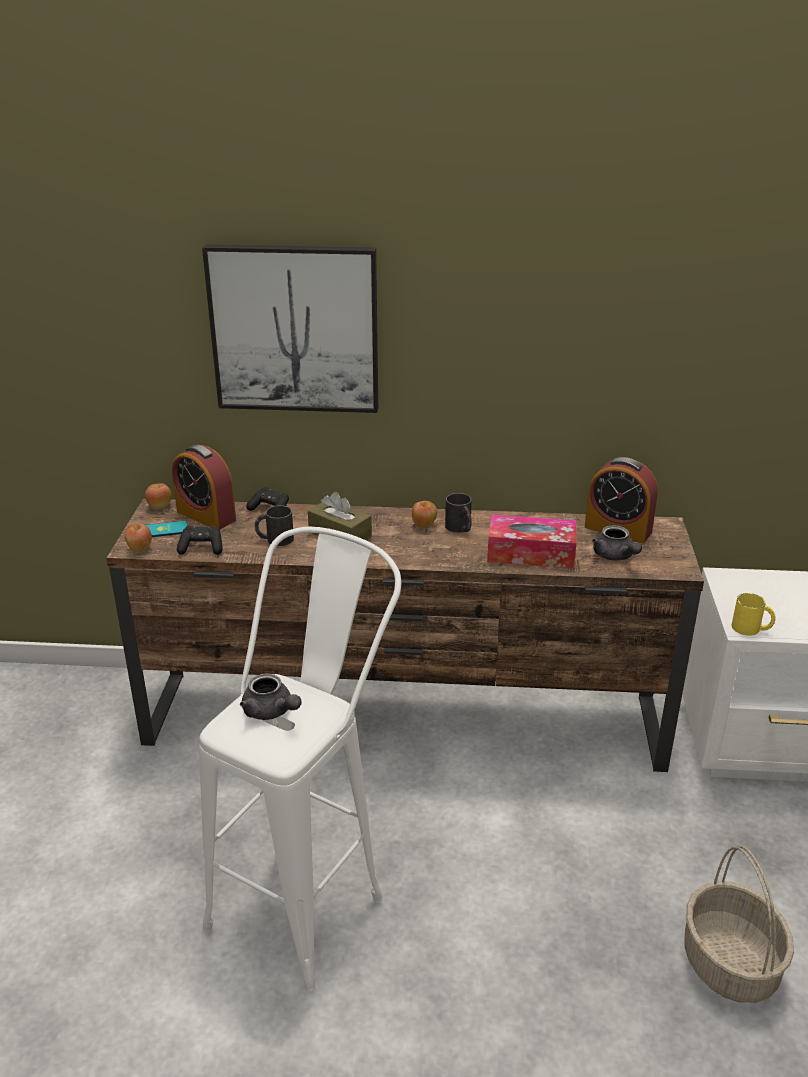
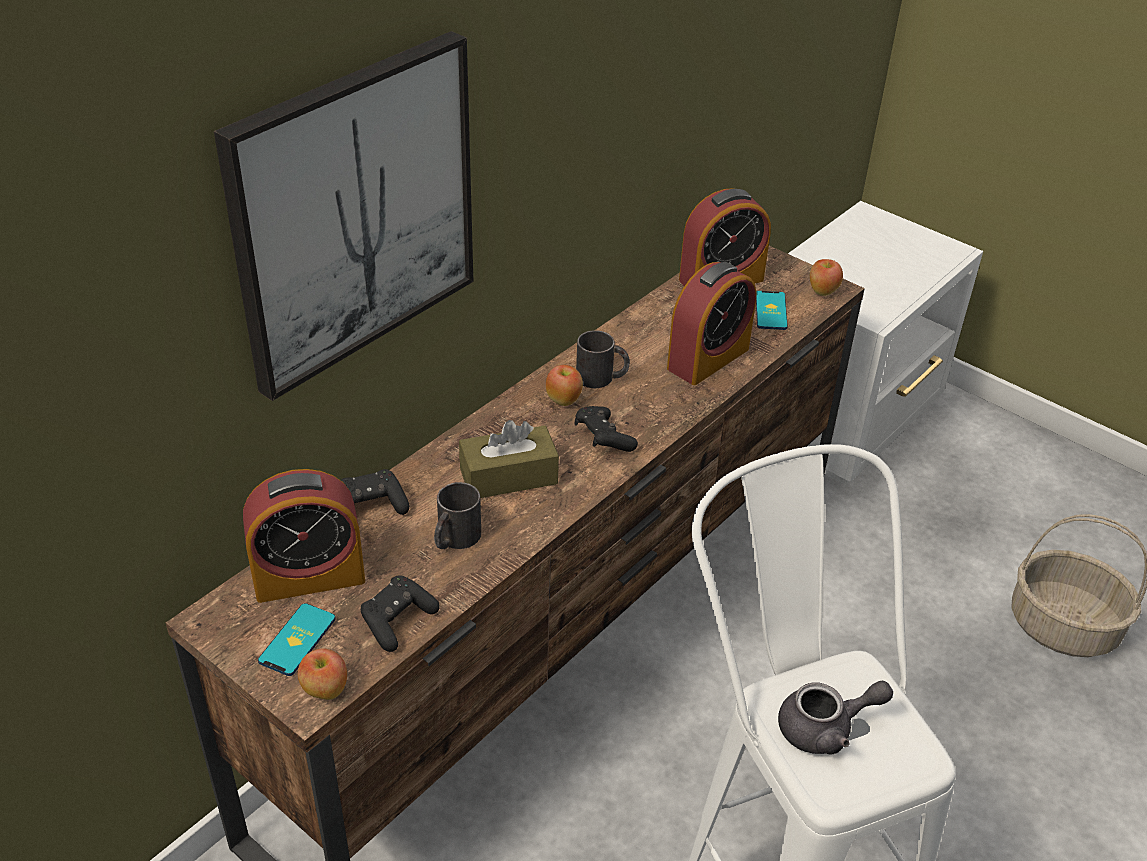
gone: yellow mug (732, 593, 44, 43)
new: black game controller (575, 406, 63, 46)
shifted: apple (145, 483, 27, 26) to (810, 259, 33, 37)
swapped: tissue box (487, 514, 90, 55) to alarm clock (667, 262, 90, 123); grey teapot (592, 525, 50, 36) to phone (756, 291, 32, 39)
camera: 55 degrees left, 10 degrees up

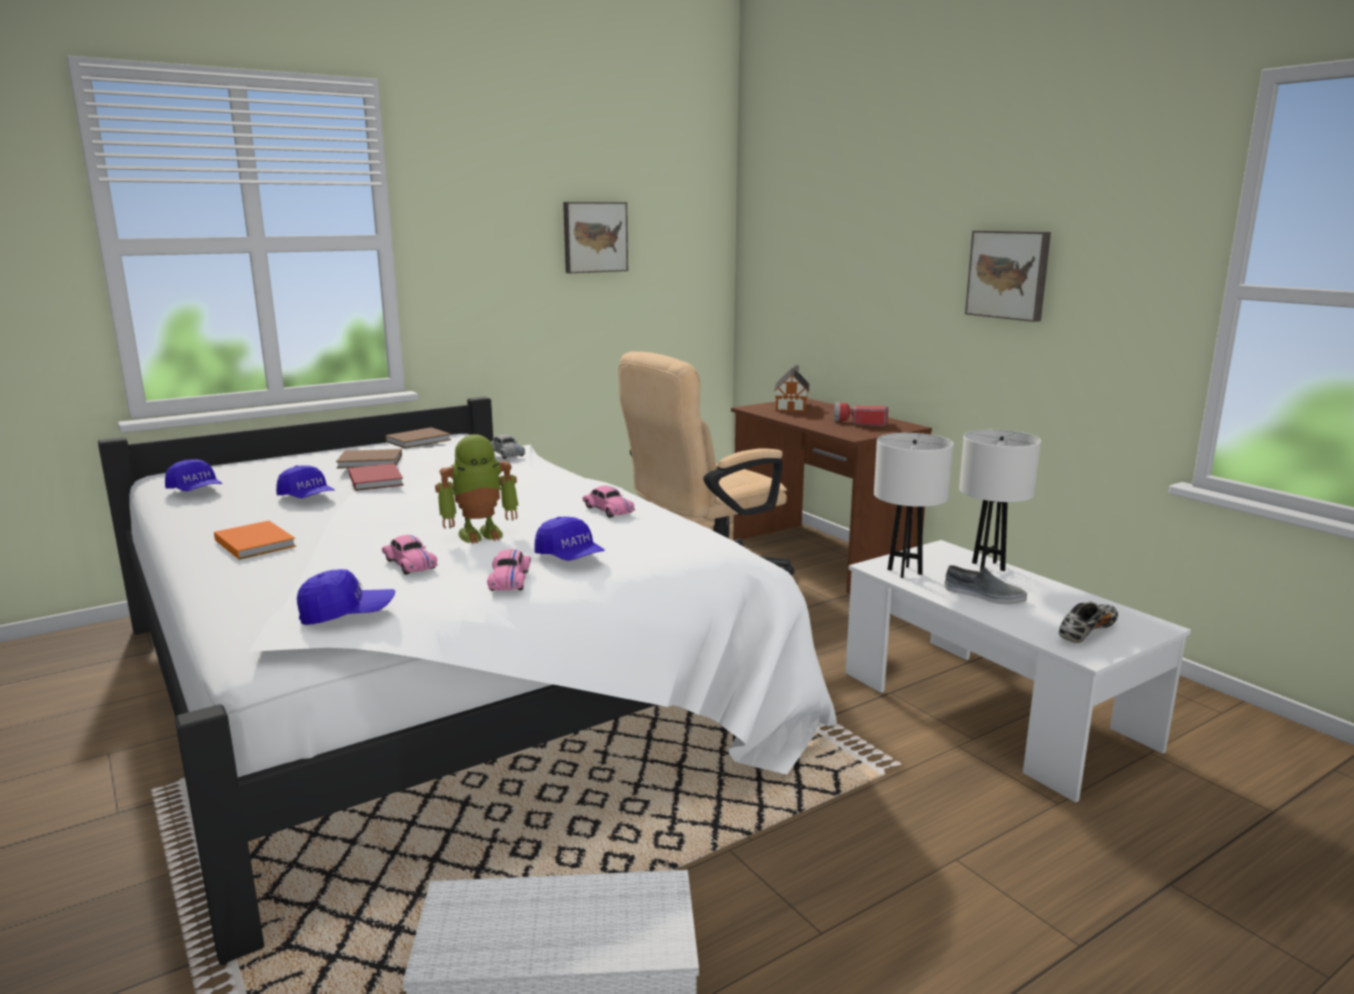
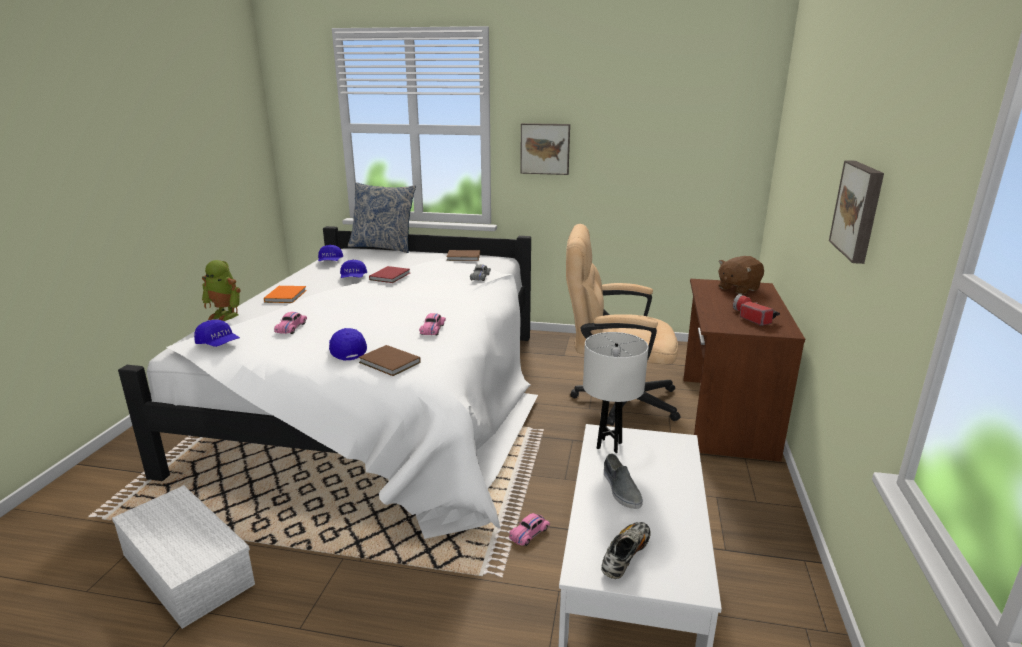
gone: white table lamp (959, 430, 82, 141)
new: pillow (348, 182, 68, 71)
shifted: brown book (336, 449, 66, 20) to (359, 345, 62, 31); toy robot (435, 434, 84, 110) to (202, 260, 39, 61); pink toy car (487, 549, 44, 42) to (508, 513, 42, 33); picture (563, 202, 65, 71) to (520, 123, 50, 52)
swapped: toy house (774, 365, 35, 47) to brown plush toy (718, 256, 46, 38)
rotated: blue cap (534, 517, 71, 44) = (329, 328, 38, 33) 150 degrees clockwise; shoe (1059, 601, 59, 42) = (601, 522, 50, 57) 60 degrees counterclockwise
camera: 45 degrees right, 5 degrees up

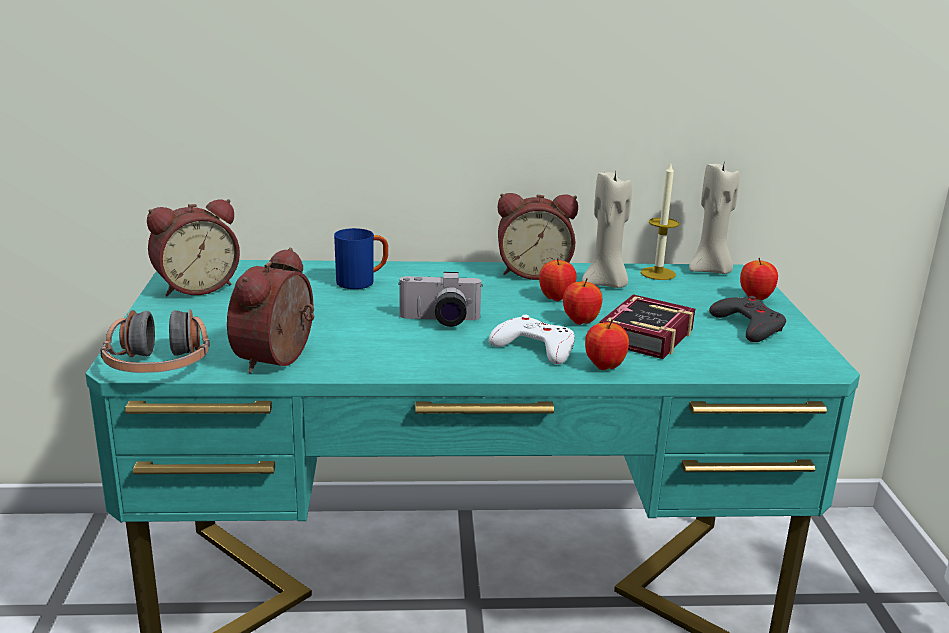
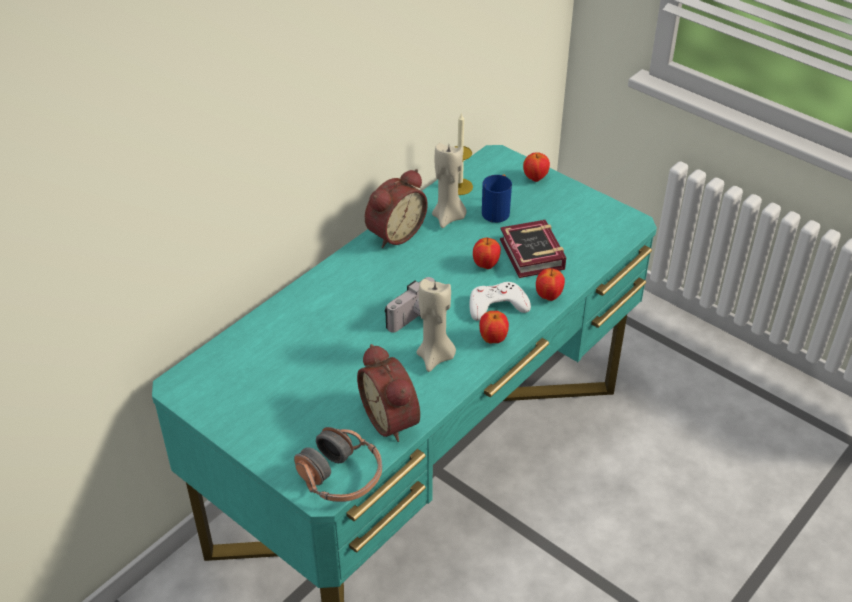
gone: alarm clock (147, 199, 93, 97); grey game controller (709, 296, 77, 46)
shifted: blue mug (334, 228, 54, 61) to (482, 174, 30, 49); apple (539, 258, 38, 43) to (479, 311, 30, 33); beige candle (689, 160, 51, 114) to (416, 279, 40, 93)
camera: 45 degrees left, 20 degrees up

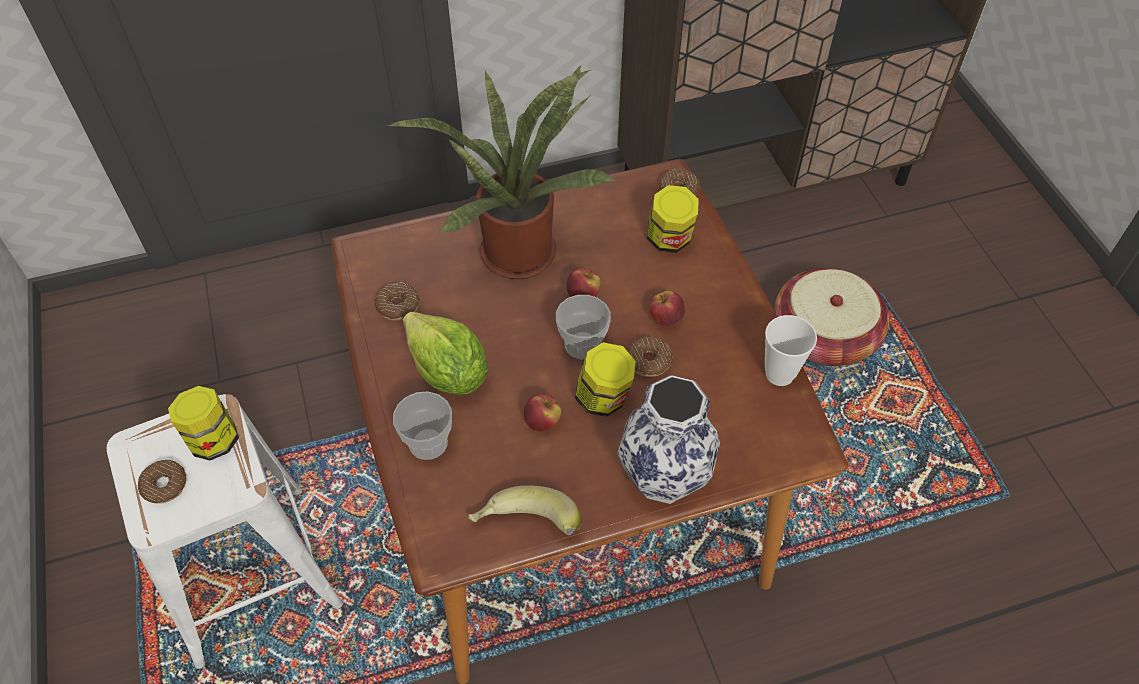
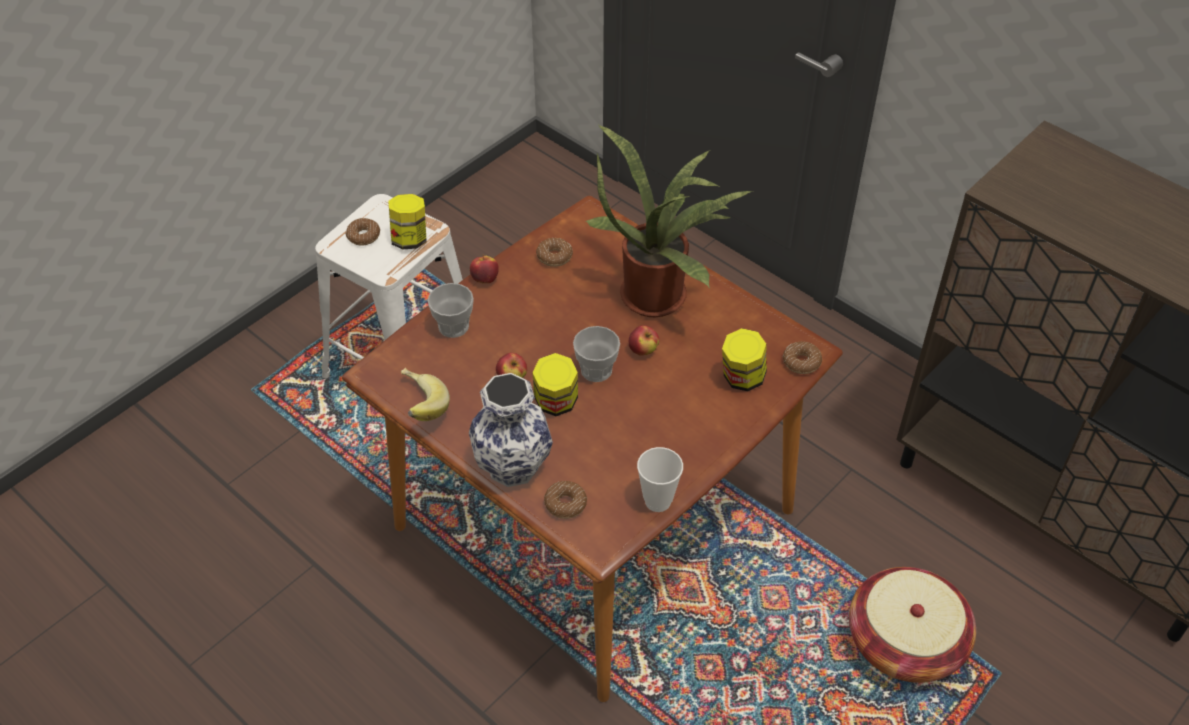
gone: lettuce (403, 312, 85, 83)
shifted: donut (627, 336, 46, 41) to (544, 481, 43, 38); apple (649, 291, 36, 35) to (470, 254, 29, 29)
camera: 60 degrees right, 5 degrees down

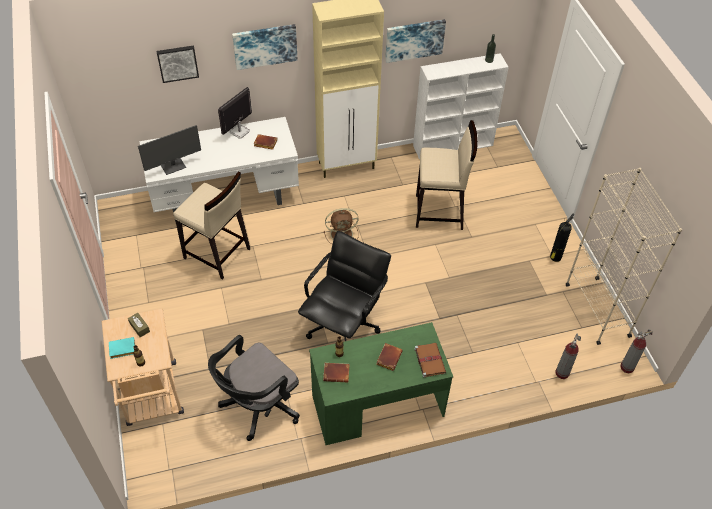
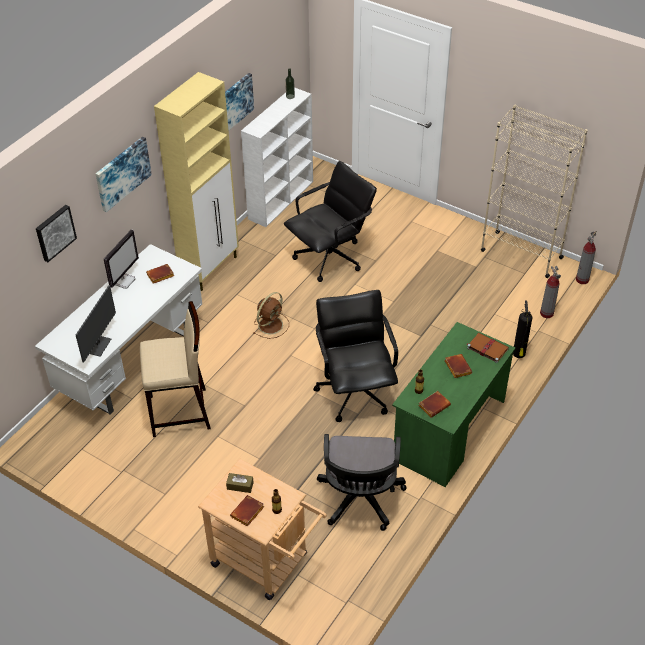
shifted: fire extinguisher (550, 214, 25, 48) to (513, 301, 19, 57)
swapped: beige stool (416, 120, 62, 110) to black office chair (284, 161, 93, 121)
repainted: turquoise book (109, 337, 26, 22) to brown book (230, 495, 34, 32)
rotated: monitor (218, 87, 34, 52) = (104, 229, 35, 60) 150 degrees counterclockwise
camera: 40 degrees left, 5 degrees down

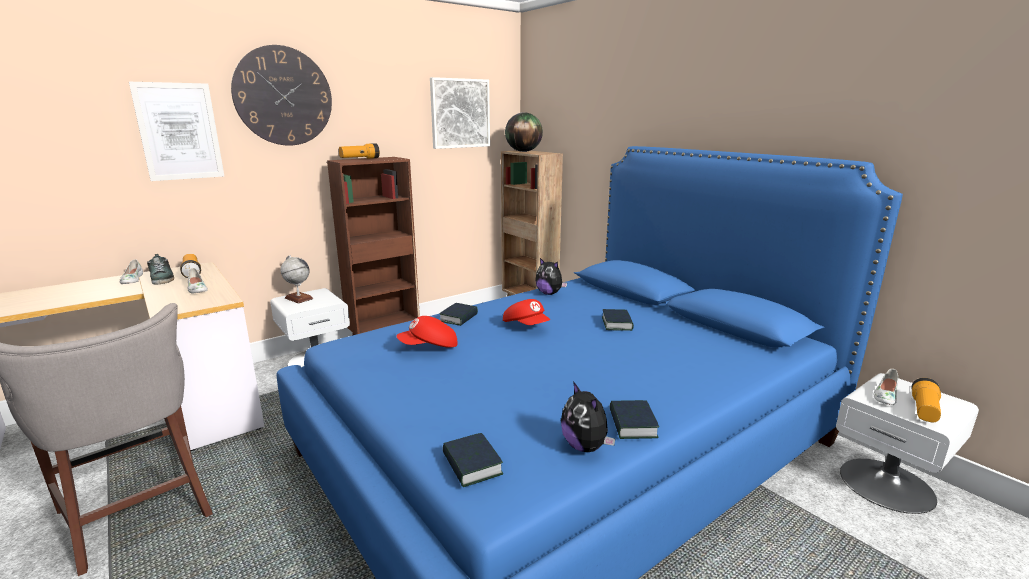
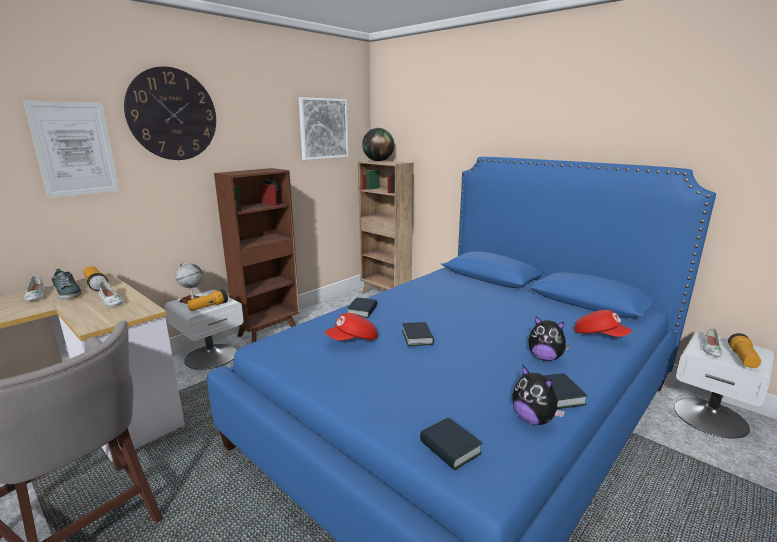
shifted: flashlight (339, 143, 41, 16) to (187, 289, 41, 22); red cap (503, 299, 47, 26) to (574, 310, 58, 27); plush toy (535, 258, 32, 37) to (528, 316, 42, 45); book (602, 309, 32, 22) to (402, 322, 32, 24)
camera: 10 degrees left, 0 degrees up

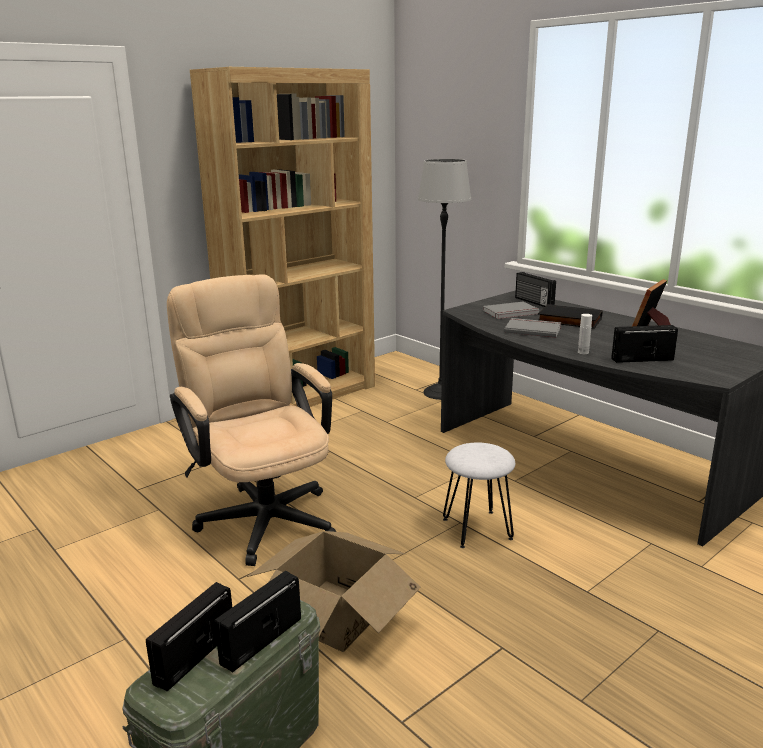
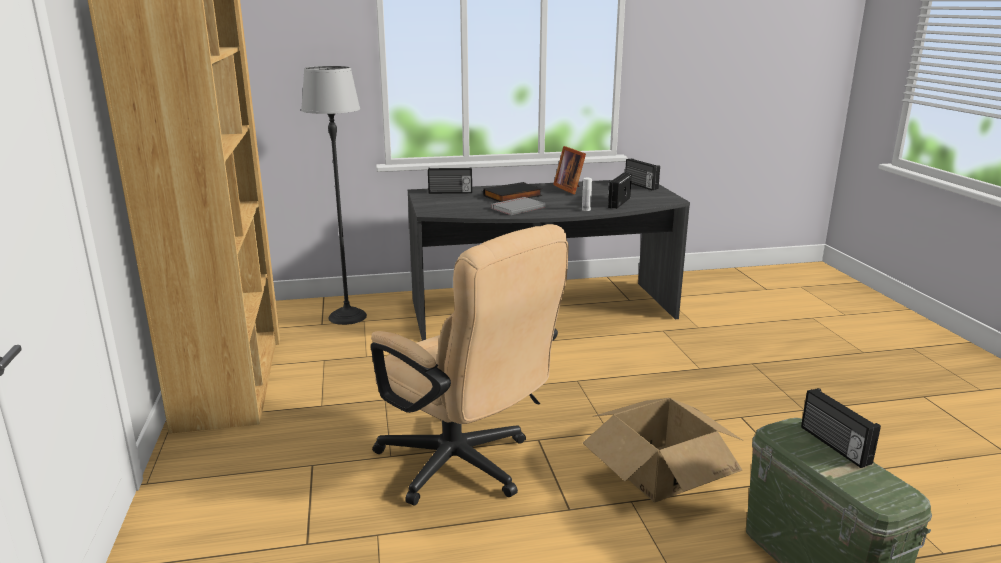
gone: white stool (443, 443, 72, 105); grey book (482, 302, 58, 17)
shifted: radio (146, 582, 86, 110) to (625, 158, 35, 32)
rotated: beige office chair (167, 274, 169, 292) = (371, 224, 198, 281) 135 degrees counterclockwise
camera: 60 degrees left, 0 degrees up

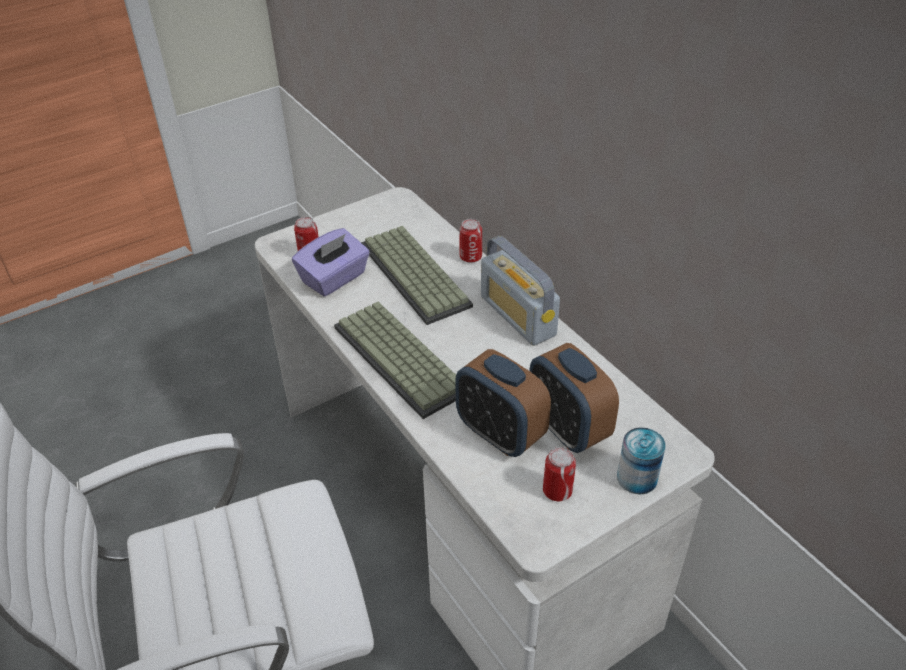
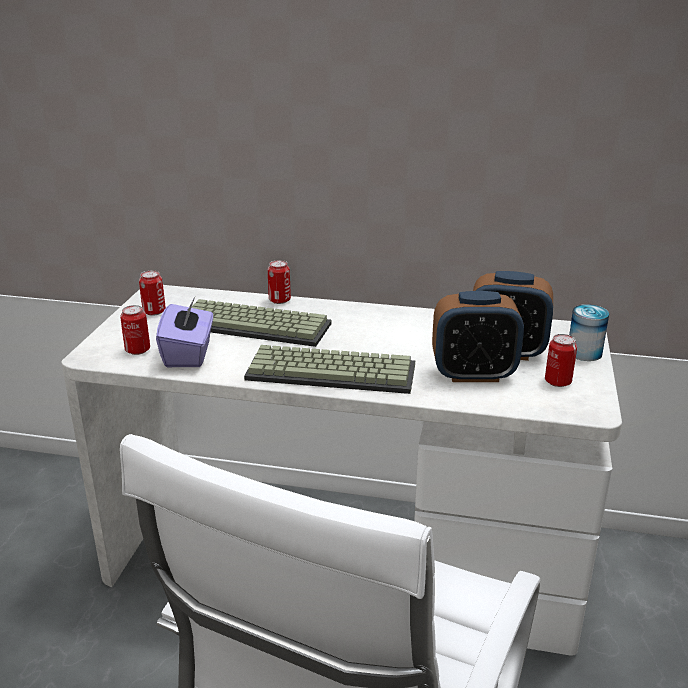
gone: radio (481, 236, 79, 110)
new: can (139, 270, 27, 46)
camera: 45 degrees left, 15 degrees down

